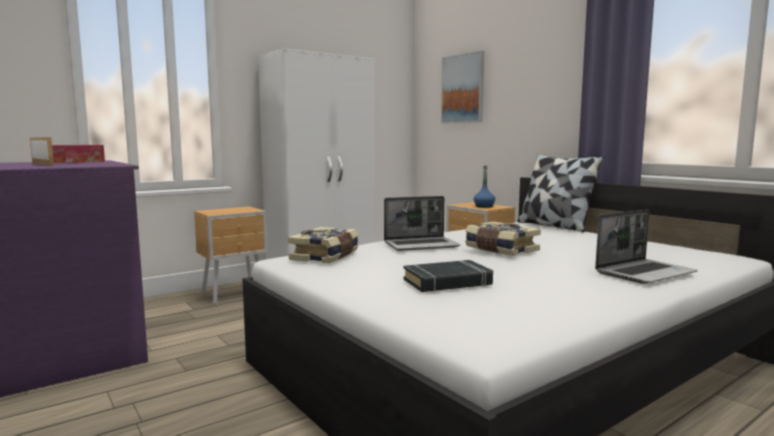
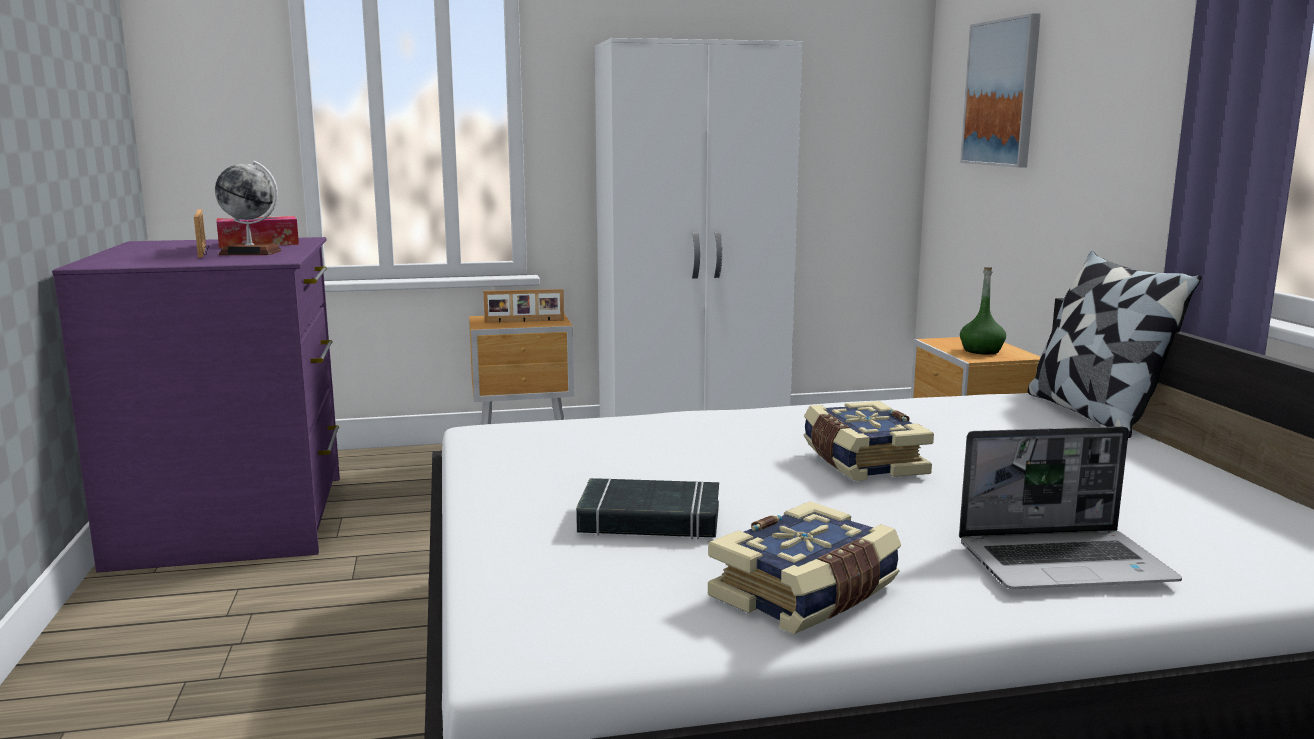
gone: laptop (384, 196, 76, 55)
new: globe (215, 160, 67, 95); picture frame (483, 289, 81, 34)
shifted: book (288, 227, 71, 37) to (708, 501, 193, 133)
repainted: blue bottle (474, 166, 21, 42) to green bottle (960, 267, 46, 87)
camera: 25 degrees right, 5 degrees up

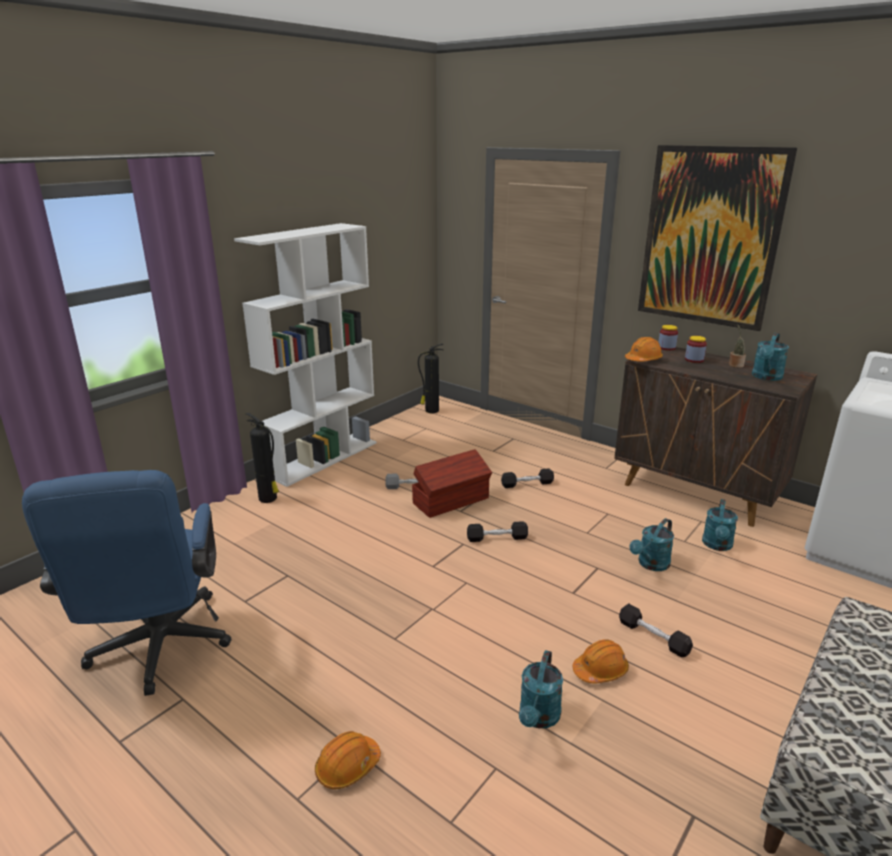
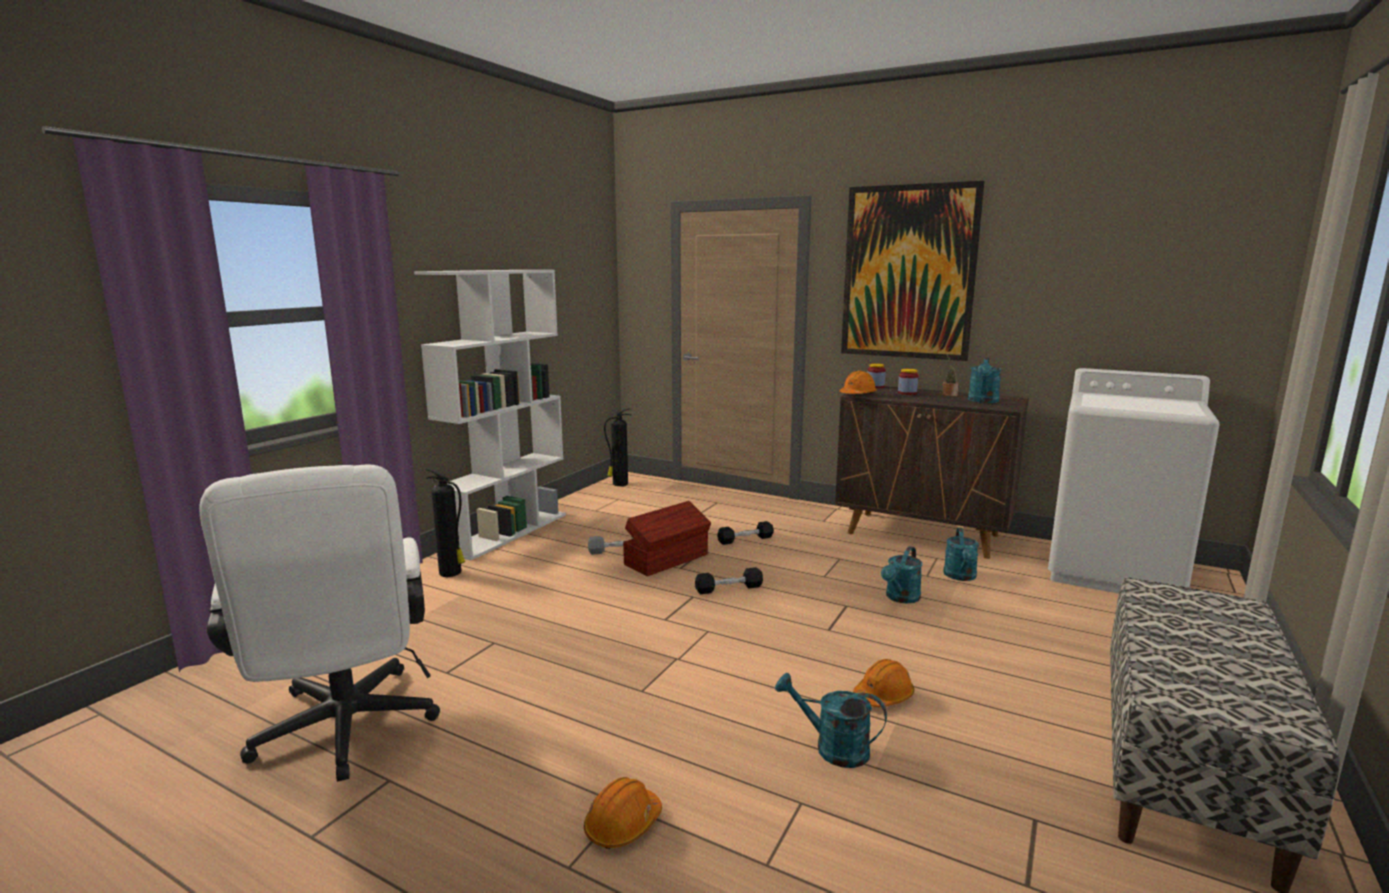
gone: black dumbbell (619, 604, 74, 53)
repainted: blue office chair (22, 470, 209, 226) to white office chair (199, 464, 241, 318)
rotated: turquoise watering can (519, 650, 44, 78) = (775, 673, 112, 95) 105 degrees clockwise
camera: 10 degrees left, 10 degrees down

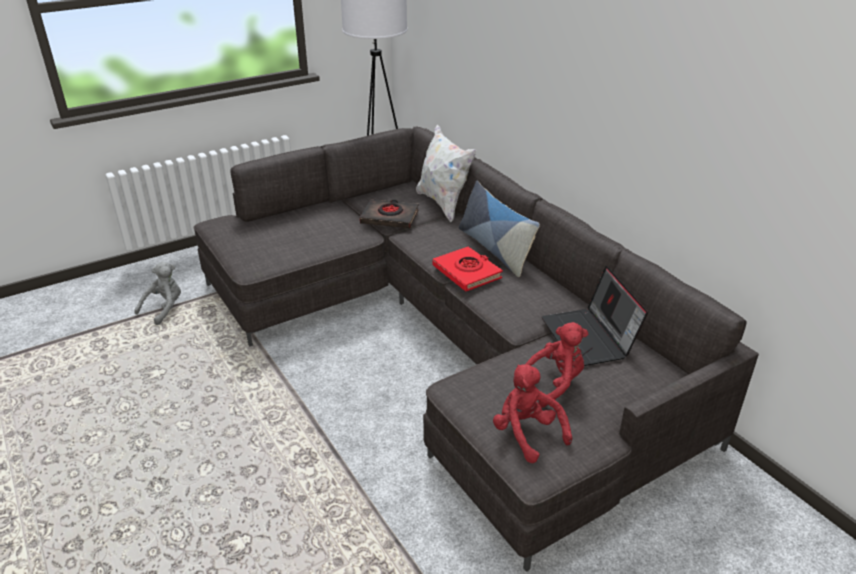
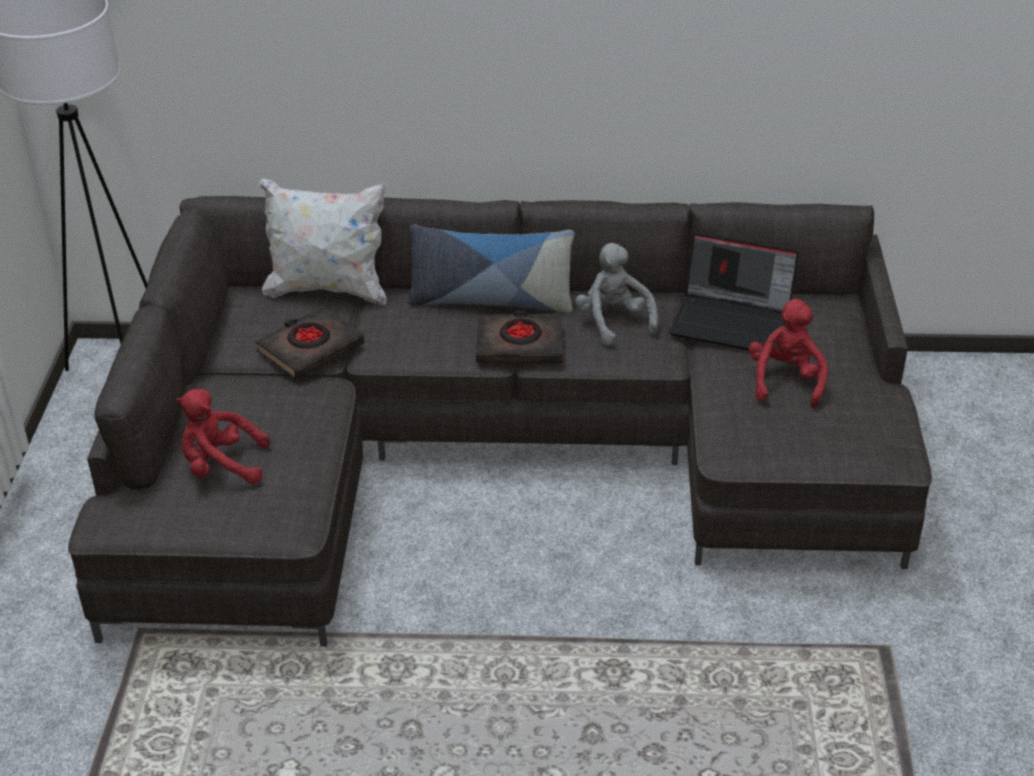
shifted: grey plush toy (134, 262, 47, 63) to (575, 243, 83, 103); red plush toy (493, 364, 79, 99) to (176, 389, 94, 95)
repainted: red book (433, 247, 70, 44) to black book (476, 311, 87, 52)
camera: 55 degrees left, 5 degrees up

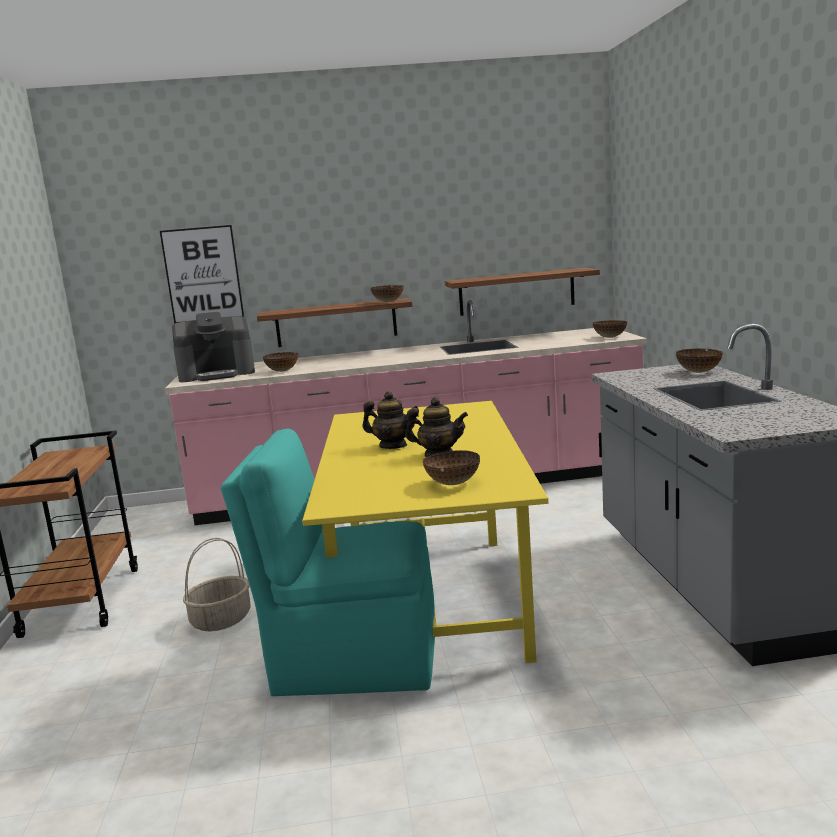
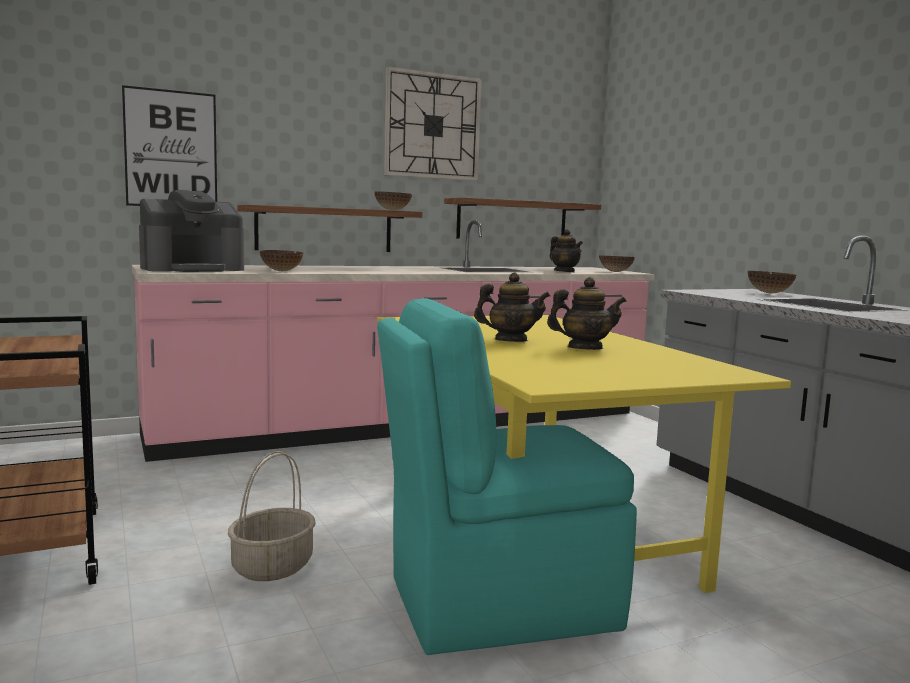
gone: bowl (423, 450, 57, 35)
new: wall clock (384, 67, 98, 114); teapot (550, 229, 33, 44)
camera: 20 degrees left, 5 degrees down

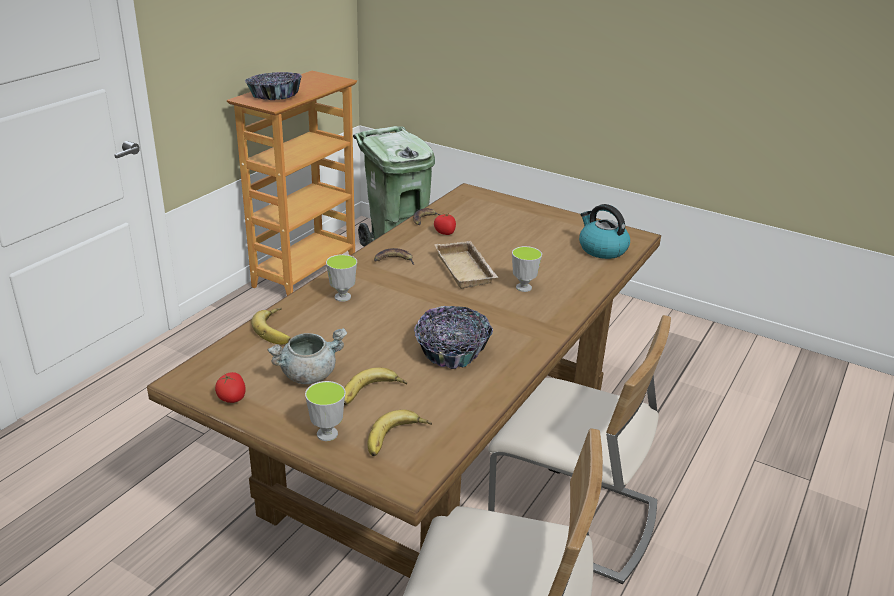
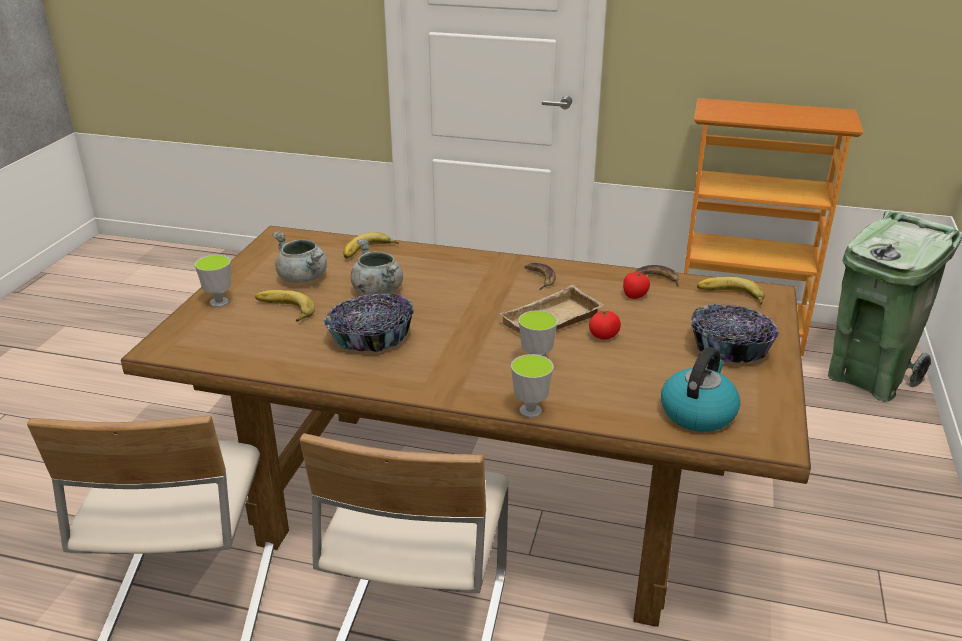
new: grey cooking pot (351, 239, 52, 56)
shifted: tomato (215, 372, 31, 31) to (589, 310, 32, 30); bowl (244, 72, 58, 28) to (691, 304, 88, 59); cup (326, 254, 31, 48) to (511, 354, 42, 64); banana (367, 410, 65, 46) to (697, 277, 68, 28)
camera: 75 degrees right, 0 degrees up

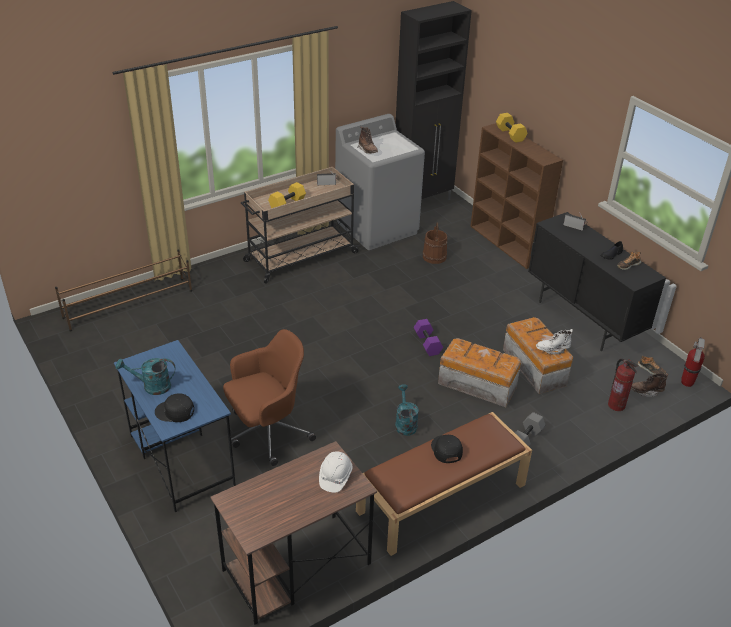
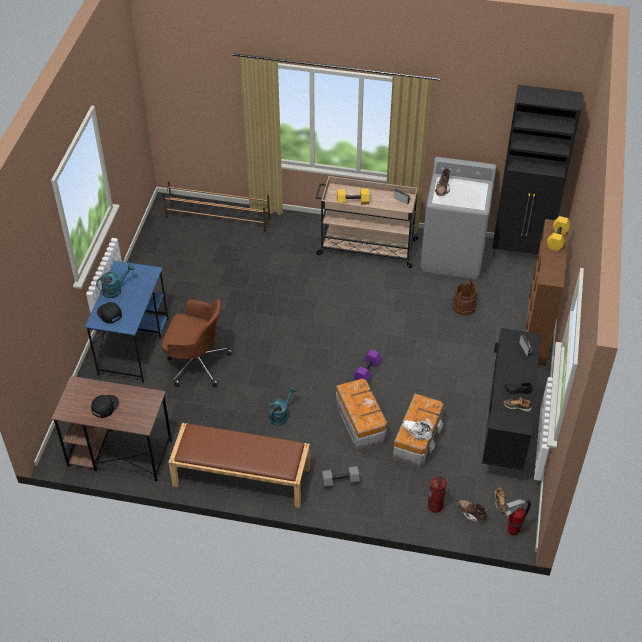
gone: white hard hat (319, 451, 34, 42)
shifted: black cap (431, 435, 32, 28) to (91, 395, 28, 23)
rotated: turquoise watering can (116, 358, 59, 37) = (96, 264, 38, 34) 105 degrees clockwise
camera: 45 degrees right, 10 degrees up

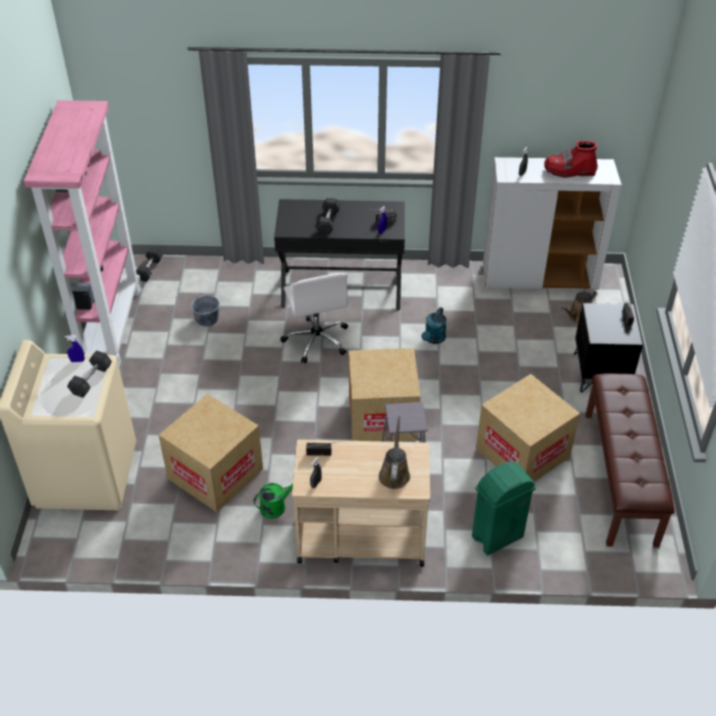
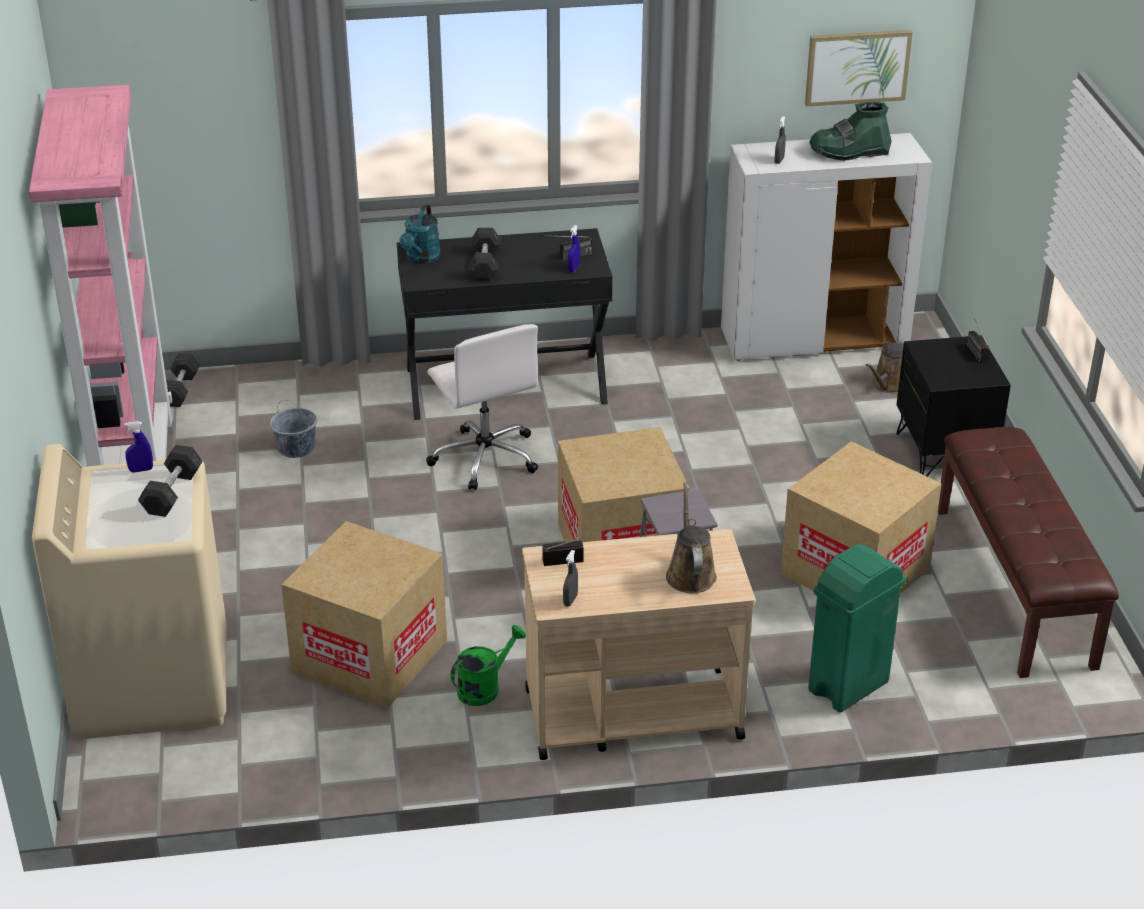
new: picture (805, 30, 108, 77)
shifted: turquoise watering can (422, 307, 25, 37) to (400, 204, 41, 60)
repainted: red boot (544, 141, 54, 37) to green boot (809, 101, 83, 60)
camera: 10 degrees left, 10 degrees down

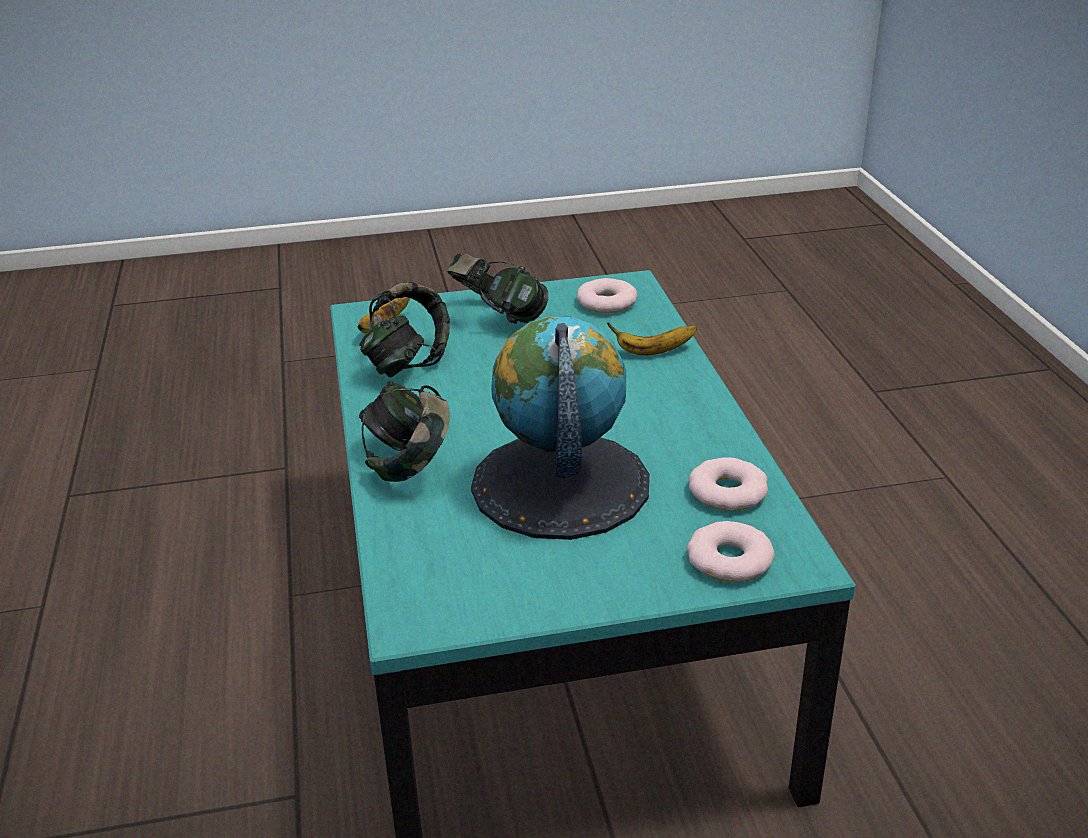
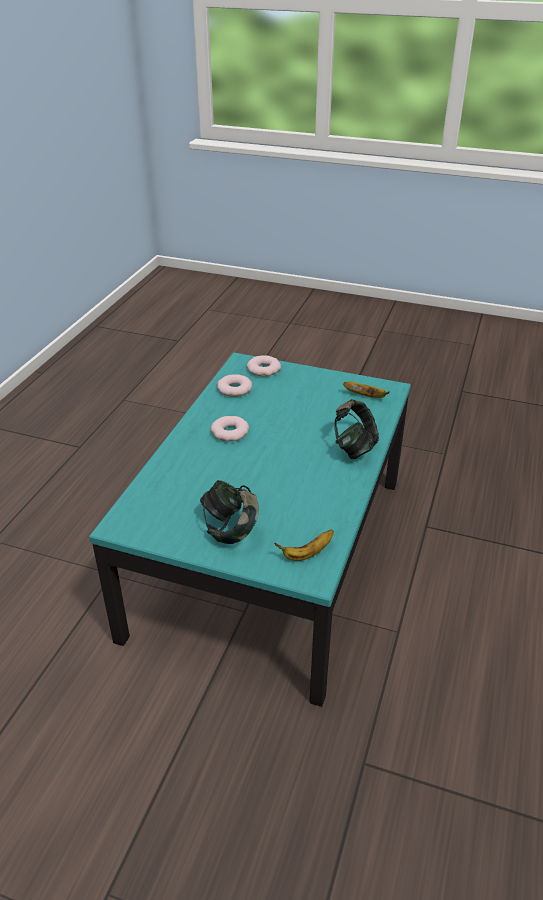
gone: headphones (359, 282, 91, 96); globe (471, 316, 179, 224)
shifted: donut (577, 278, 60, 35) to (211, 416, 38, 26); banana (607, 323, 90, 32) to (343, 381, 47, 17)
camera: 150 degrees left, 5 degrees up

